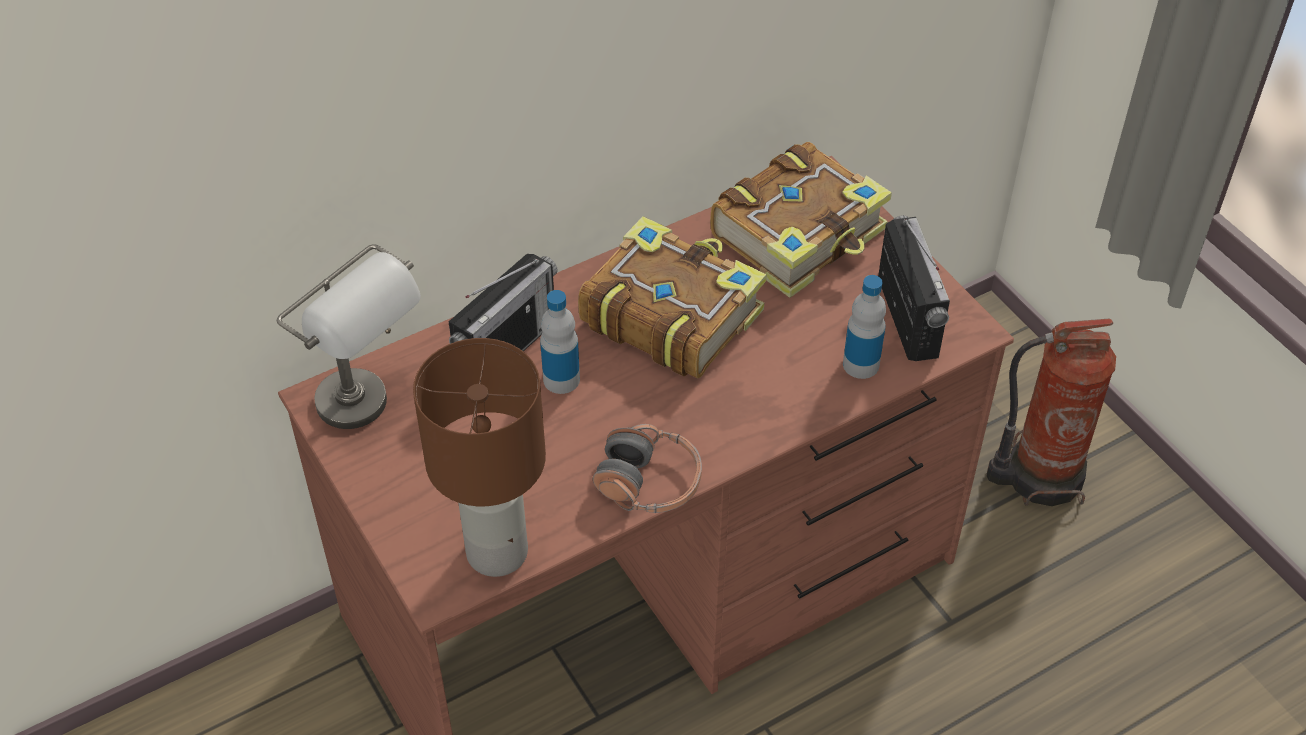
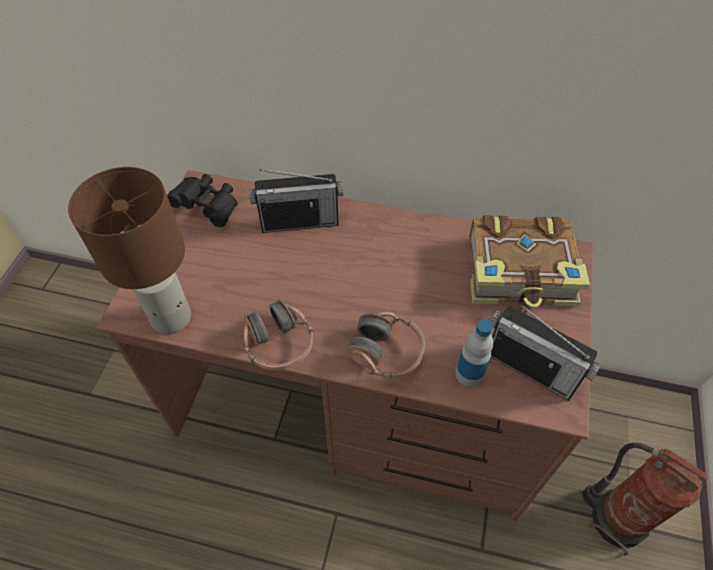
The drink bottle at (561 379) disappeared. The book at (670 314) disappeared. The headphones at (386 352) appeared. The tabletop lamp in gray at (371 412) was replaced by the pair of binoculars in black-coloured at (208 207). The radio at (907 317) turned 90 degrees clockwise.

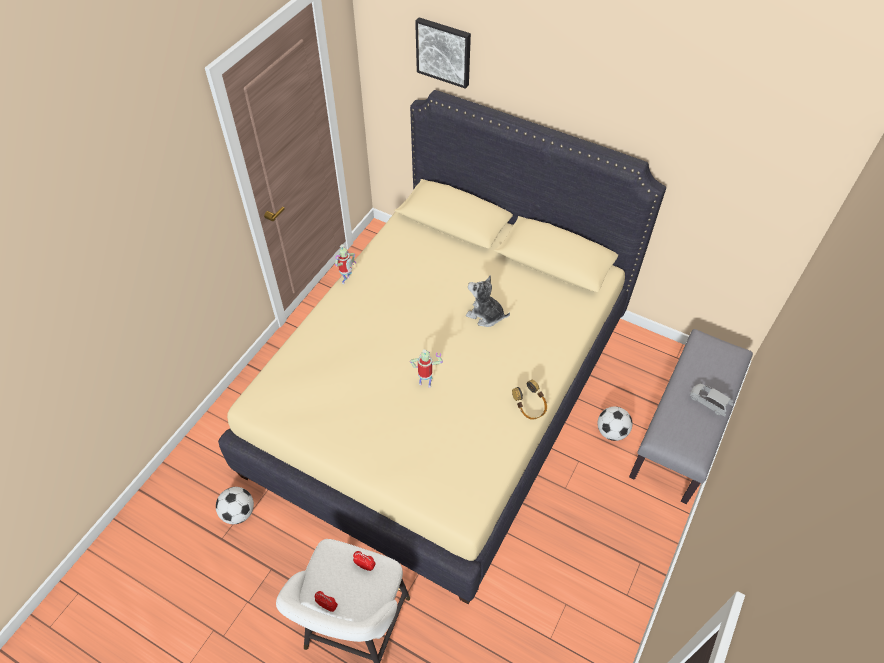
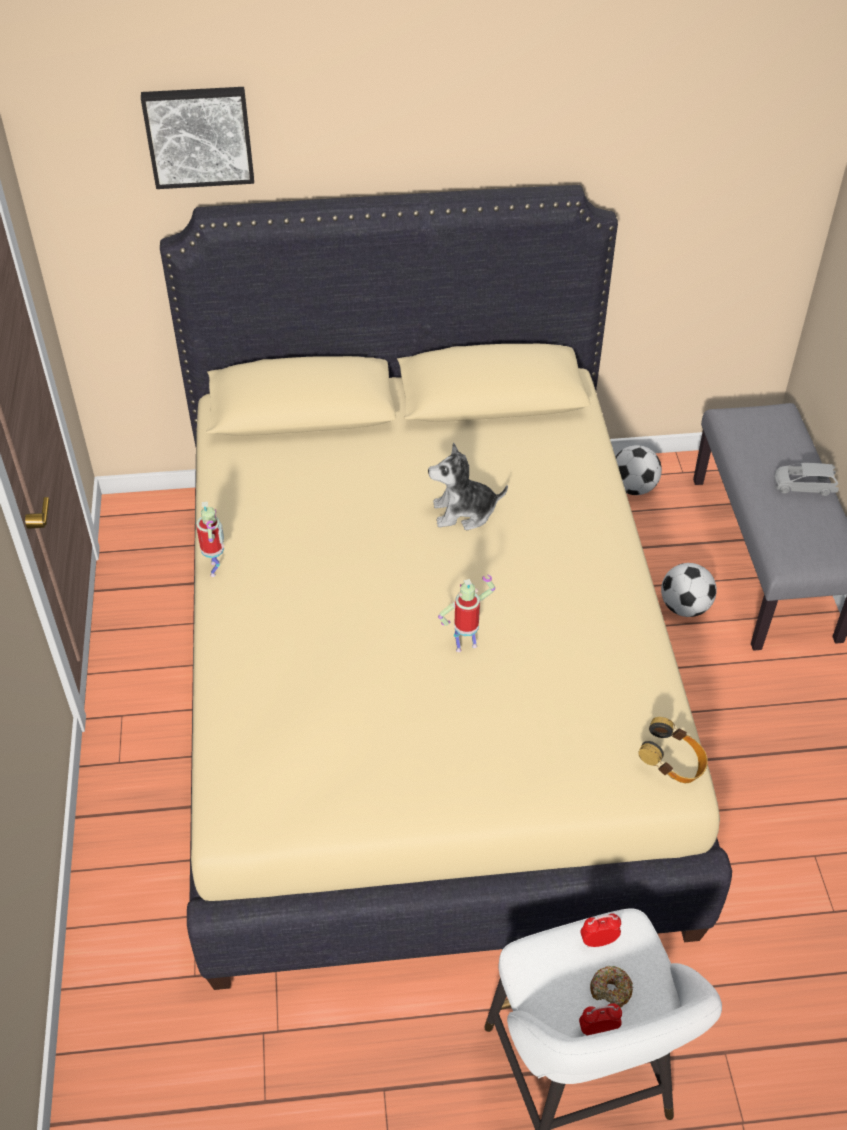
The doughnut at (611 990) appeared. The football moved from (238 513) to (633 488). The headphones moved from (530 407) to (672 764).

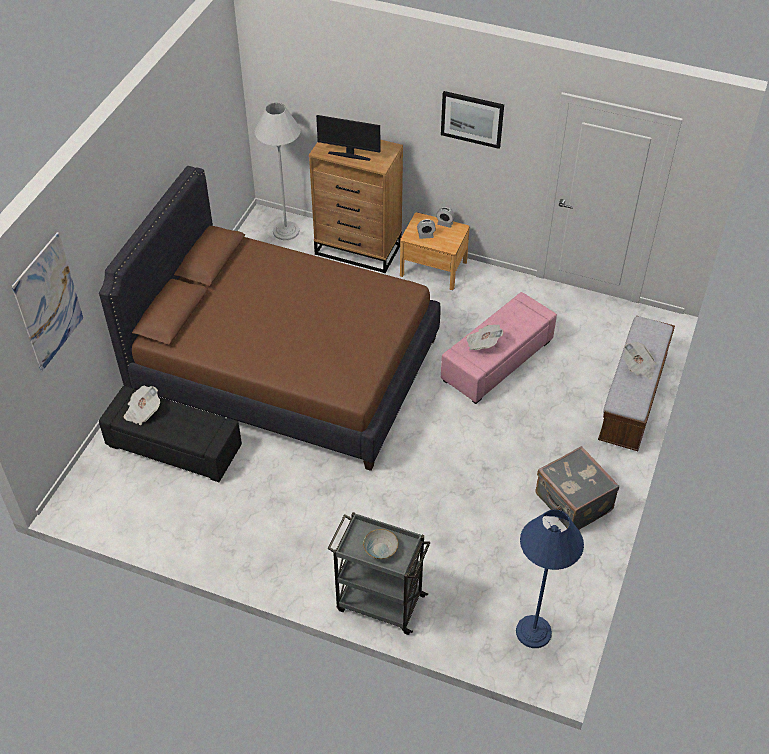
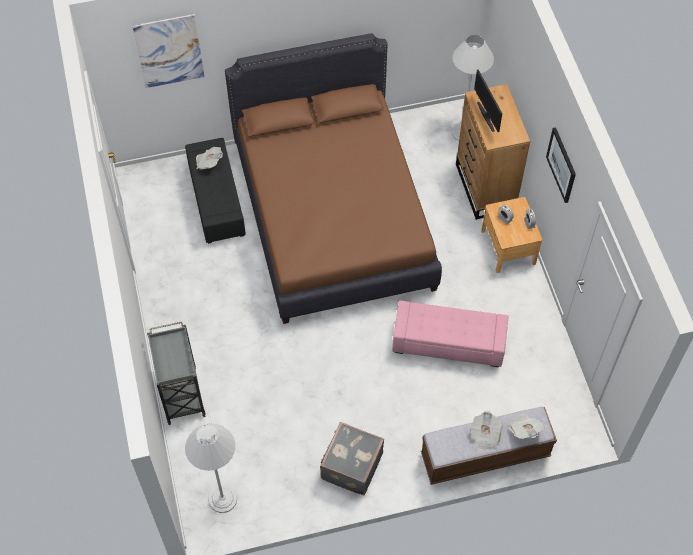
The bowl at (380 549) disappeared. The daily paper moved from (483 343) to (525 429). The standard lamp in bluish at (533 632) became the standard lamp in whitish at (222 499).

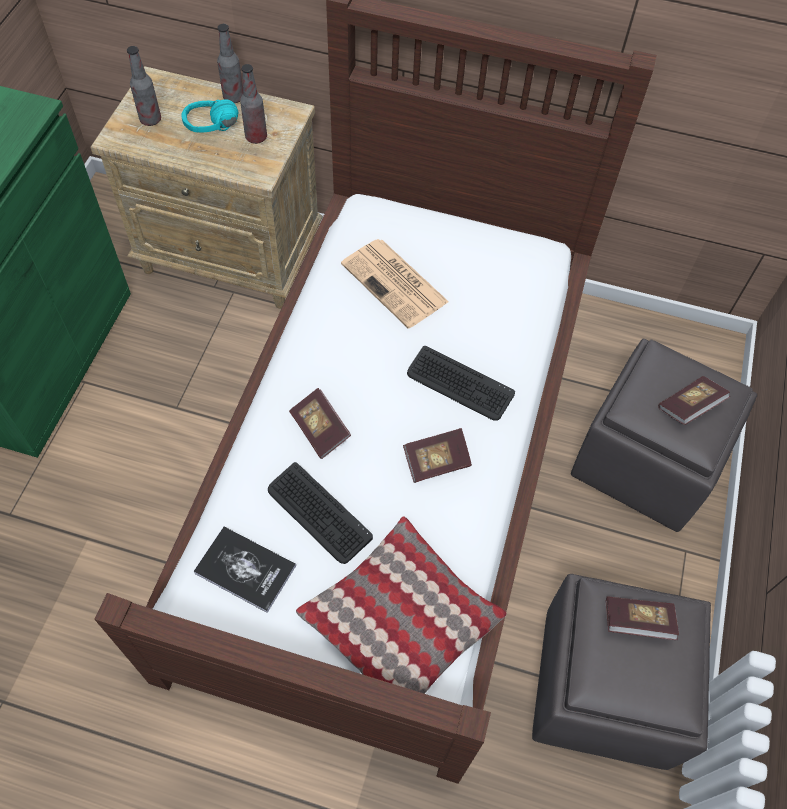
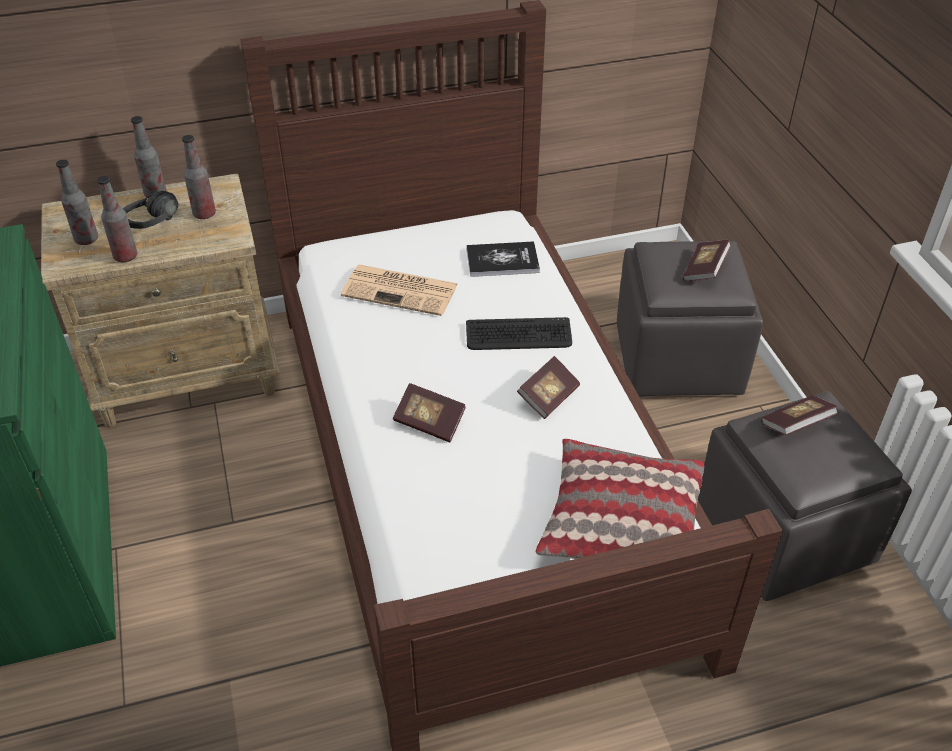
The keyboard at (318 513) disappeared. The drink bottle at (125 256) appeared. The book moved from (245 569) to (502 260). The headphones in turquoise-coloured at (213 130) became the headphones in black-coloured at (157 224).

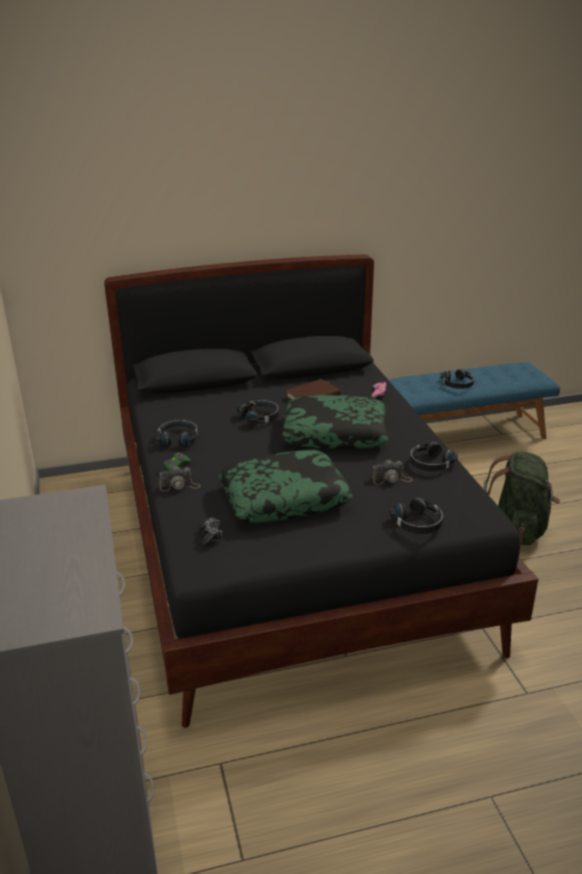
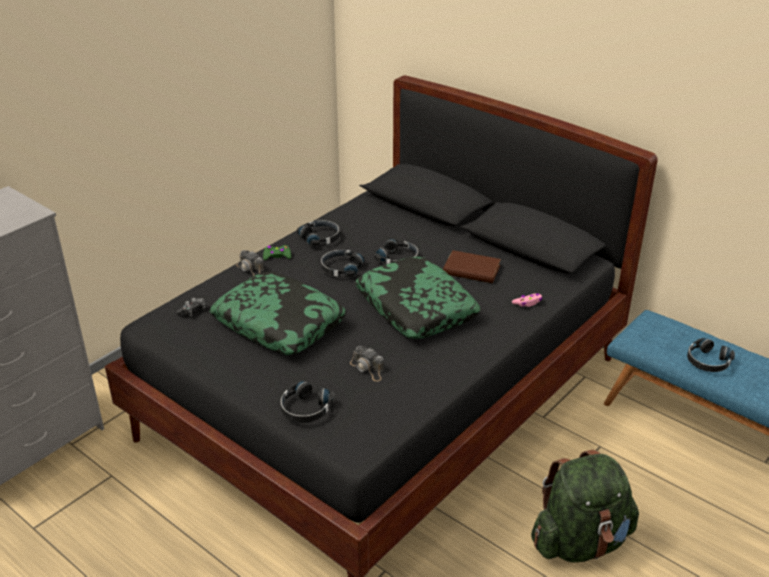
The headphones in black-coloured moved from (430 463) to (341 268).

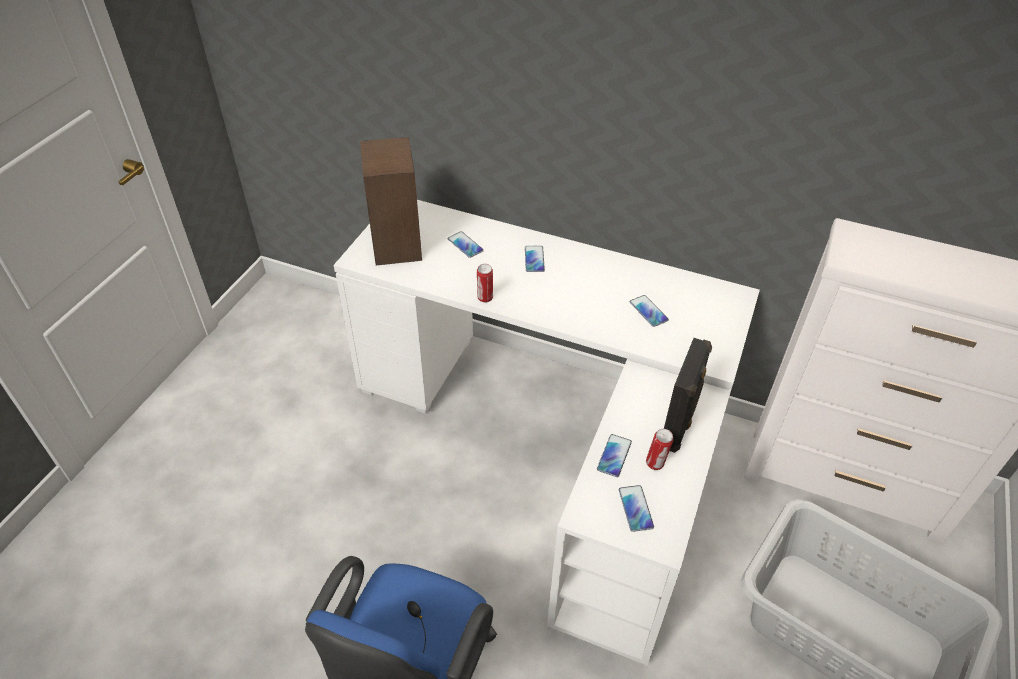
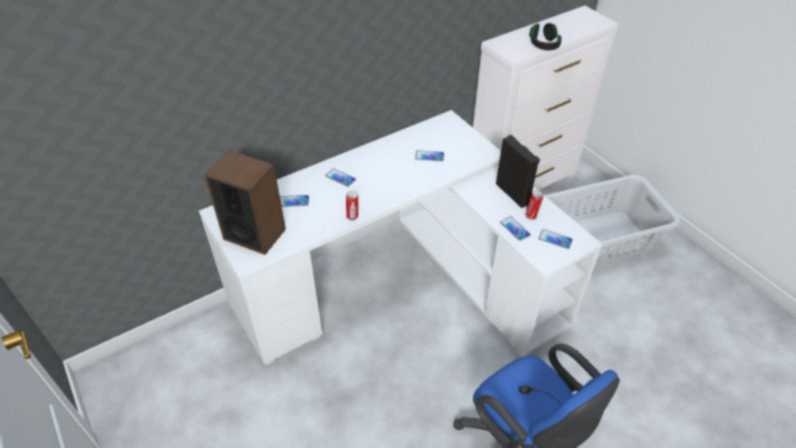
The headphones in black-coloured at (543 45) appeared.

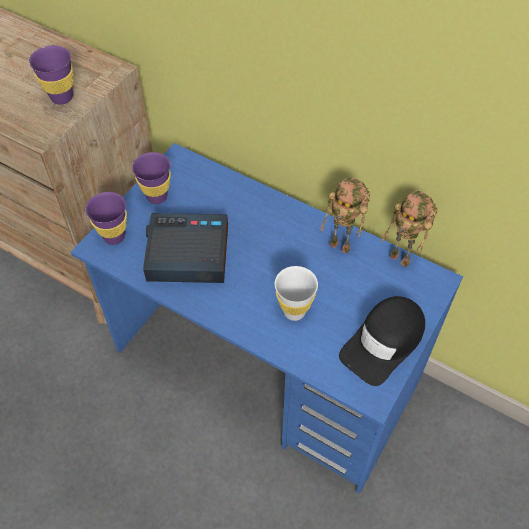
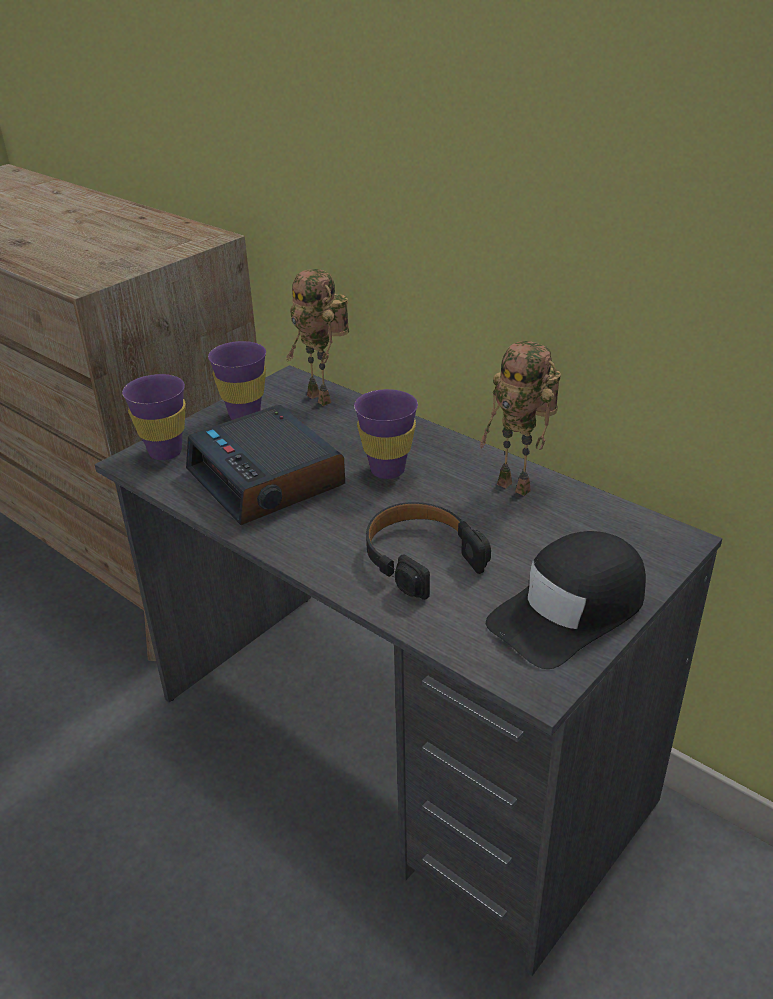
The small cup in purplish moved from (62 97) to (387 470). The model robot moved from (402 259) to (323 398). The small cup in whitish at (294 311) was replaced by the headphones in black-coloured at (421 557). The desk unit in bluish at (265 367) became the desk unit in gray at (396 749). The alarm clock at (187 254) turned 135 degrees counterclockwise.

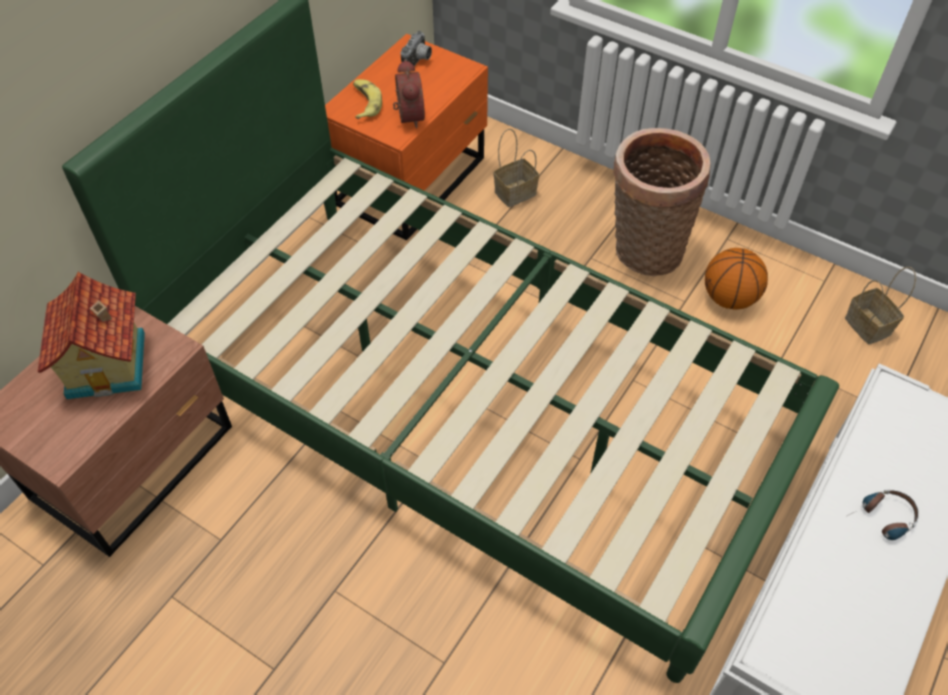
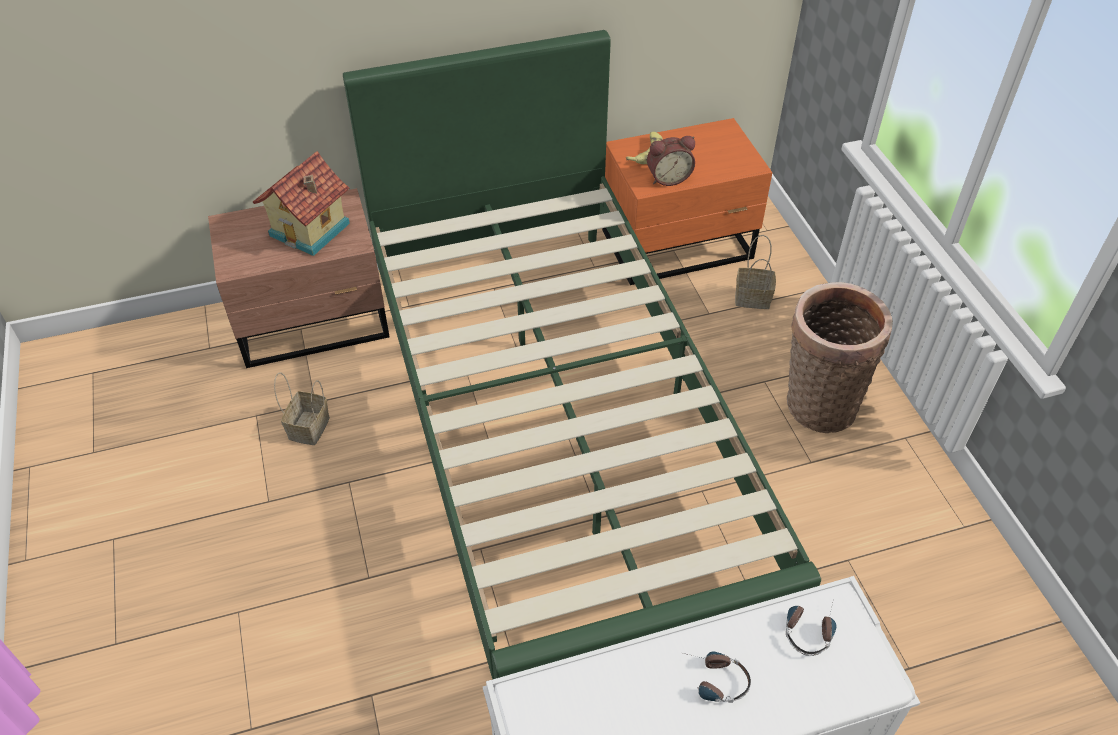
The still camera at (418 62) disappeared. The basketball ball at (729 298) disappeared. The headphones at (809 627) appeared. The storage basket moved from (869 326) to (309 429). The alarm clock at (407 116) turned 45 degrees clockwise.

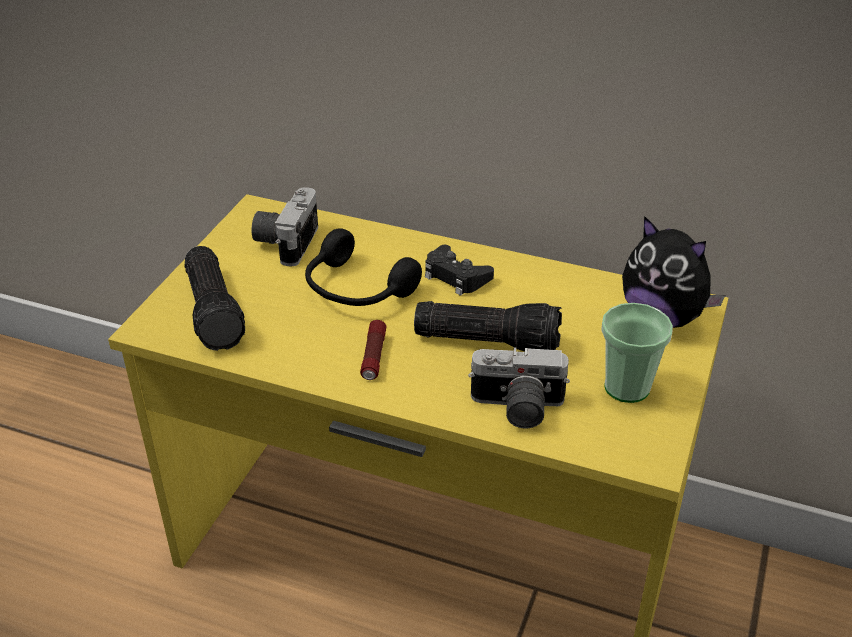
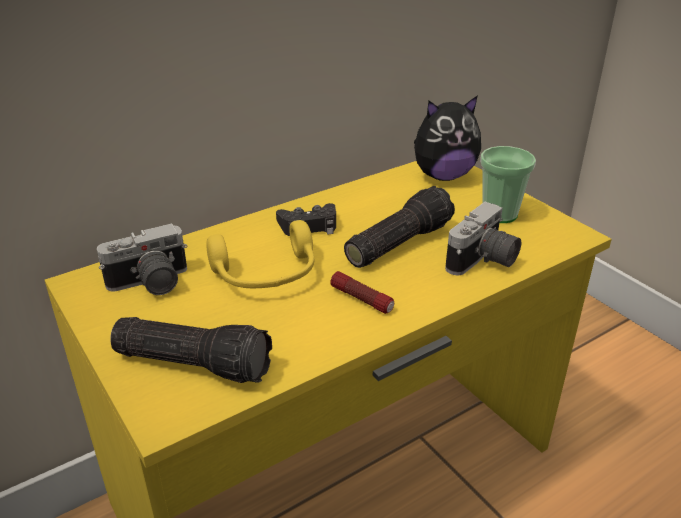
The headphones in black-coloured at (355 290) became the headphones in yellow-coloured at (266 275). The still camera at (285 241) turned 75 degrees counterclockwise.

